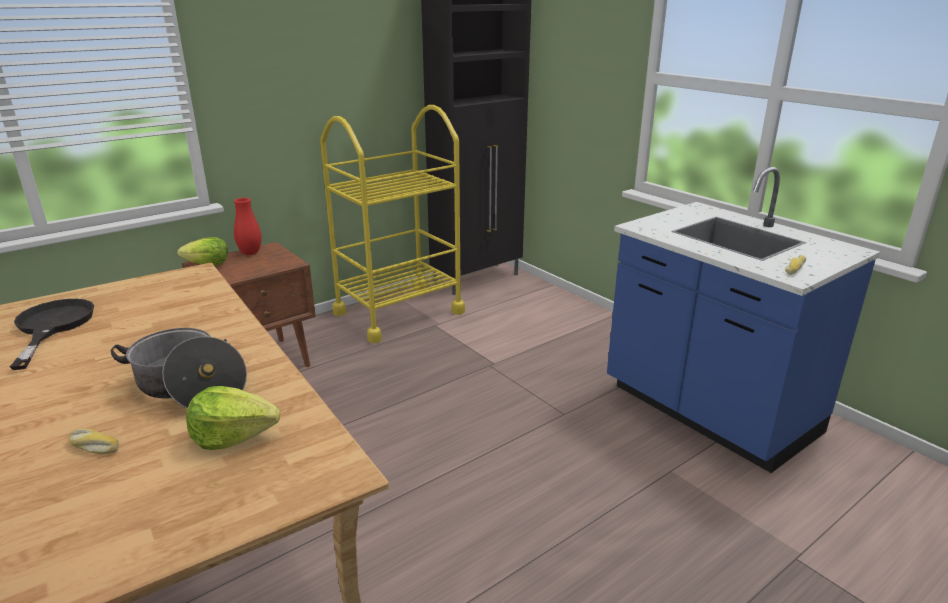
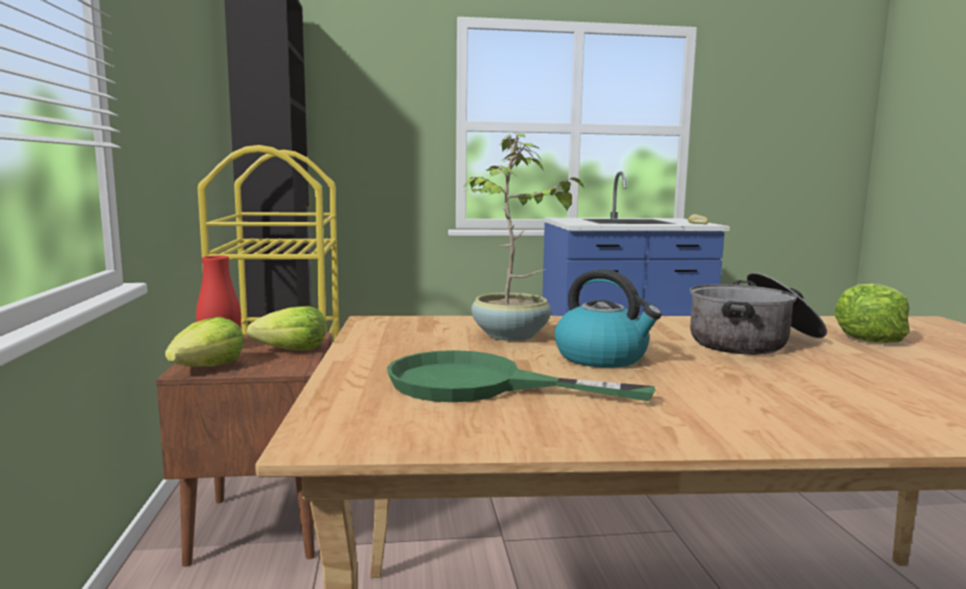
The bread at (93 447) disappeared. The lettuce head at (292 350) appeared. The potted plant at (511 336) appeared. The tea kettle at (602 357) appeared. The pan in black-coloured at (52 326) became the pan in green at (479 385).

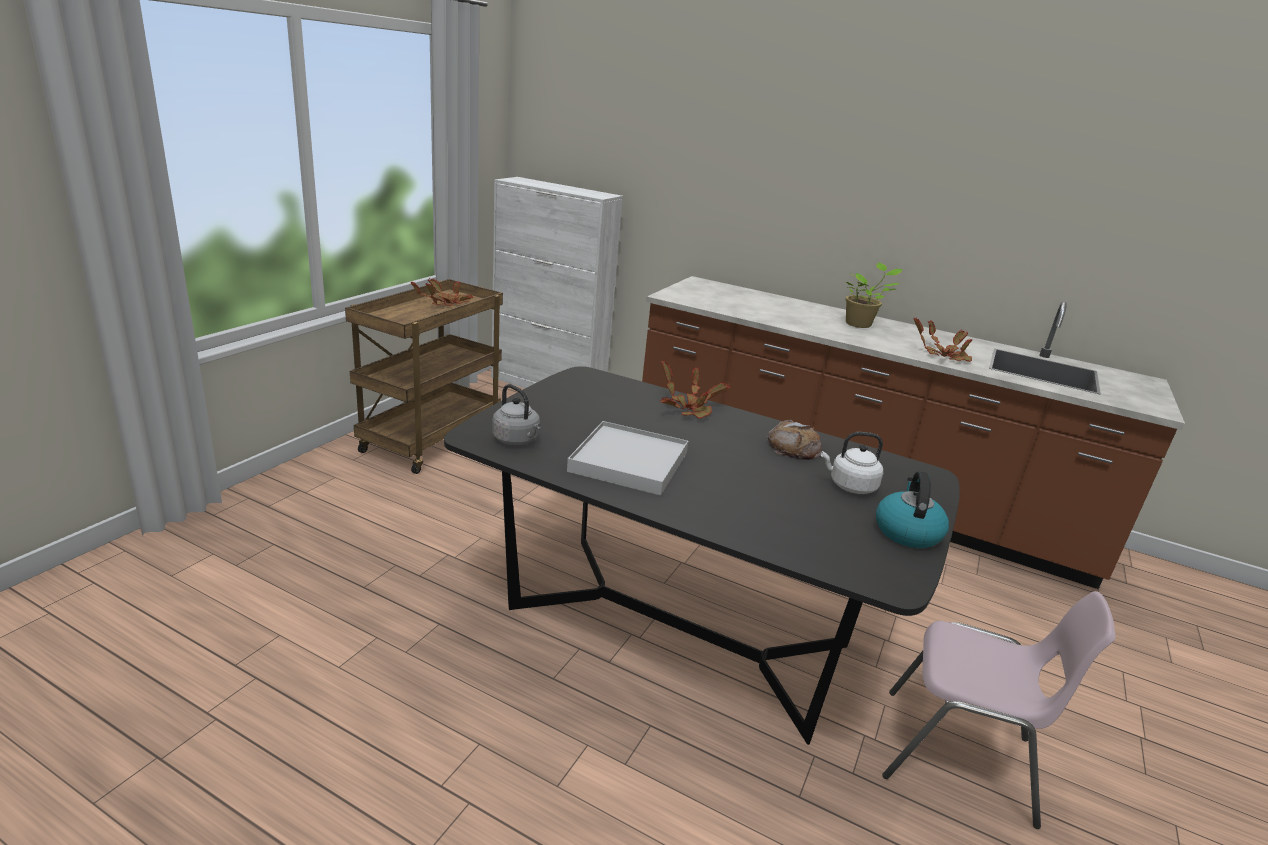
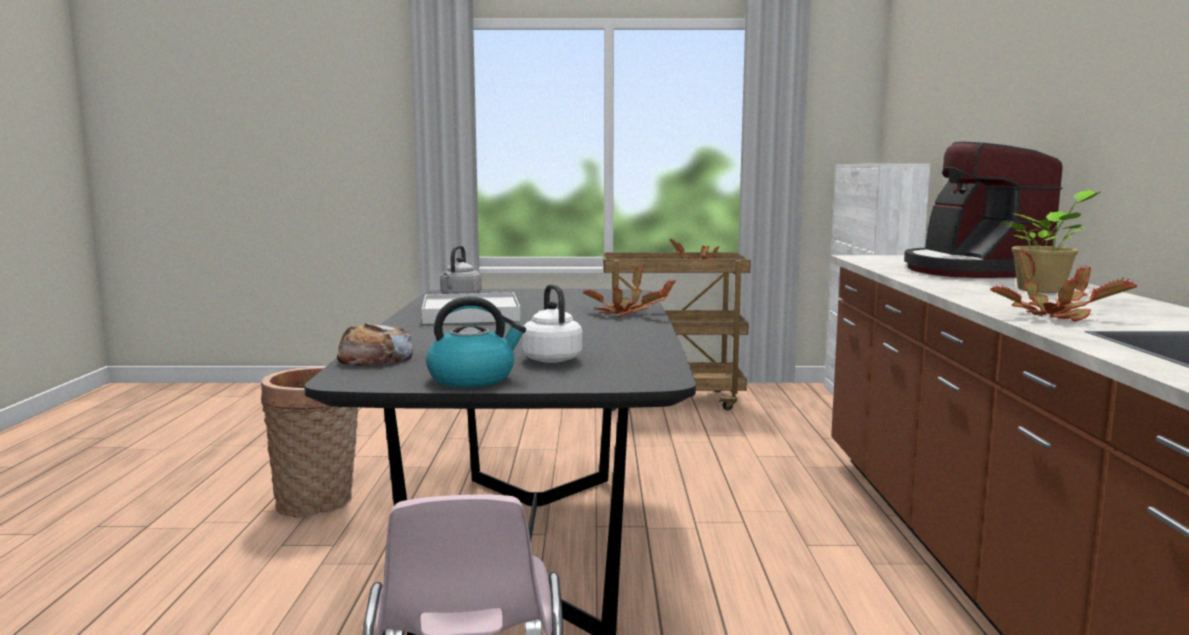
The storage basket at (319 503) appeared. The coffee brewer at (972 271) appeared. The bread moved from (793 447) to (375 358).

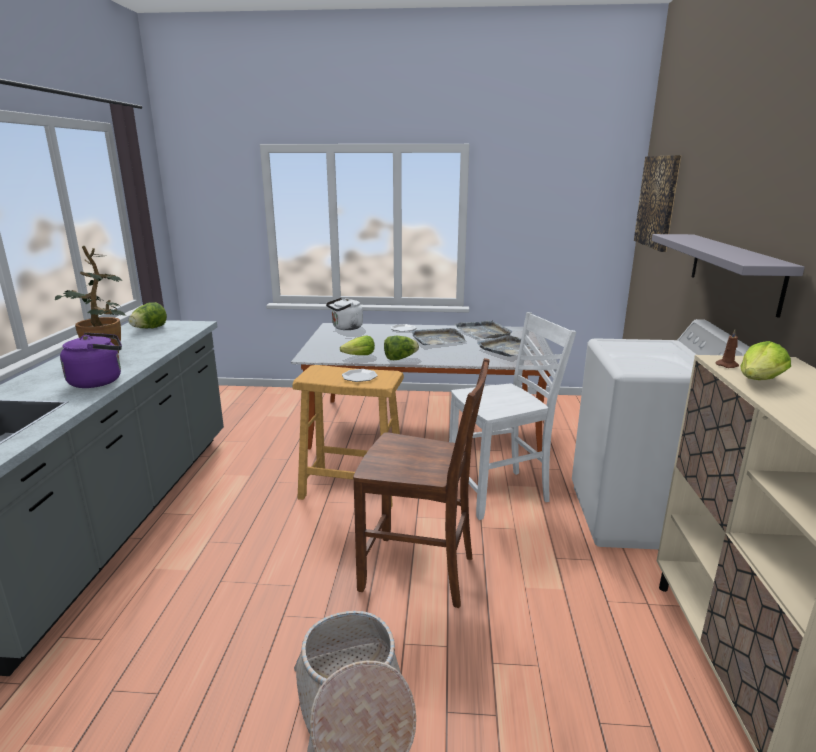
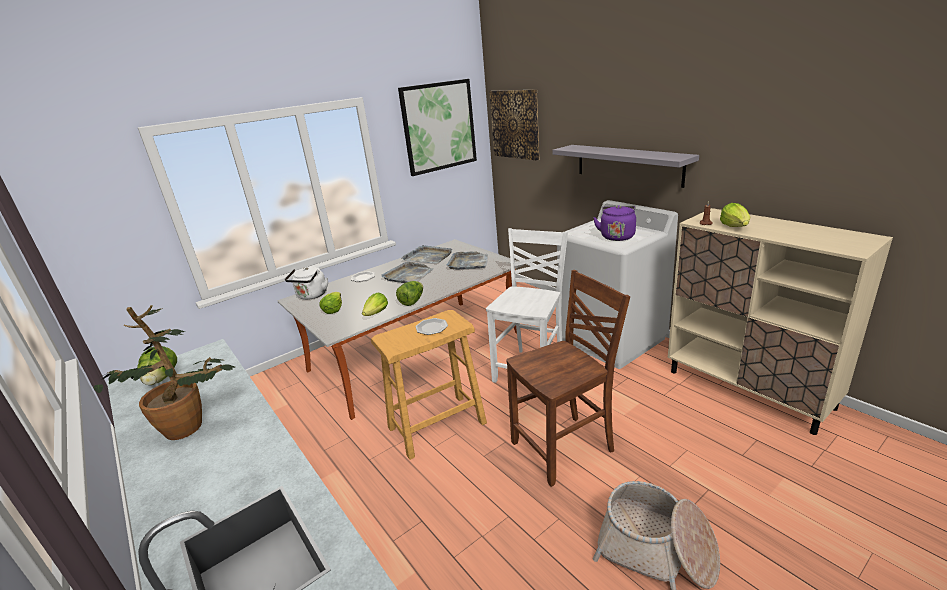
The lettuce head at (333 309) appeared. The wall art at (439 127) appeared. The tea kettle in purplish moved from (99 381) to (617 236).

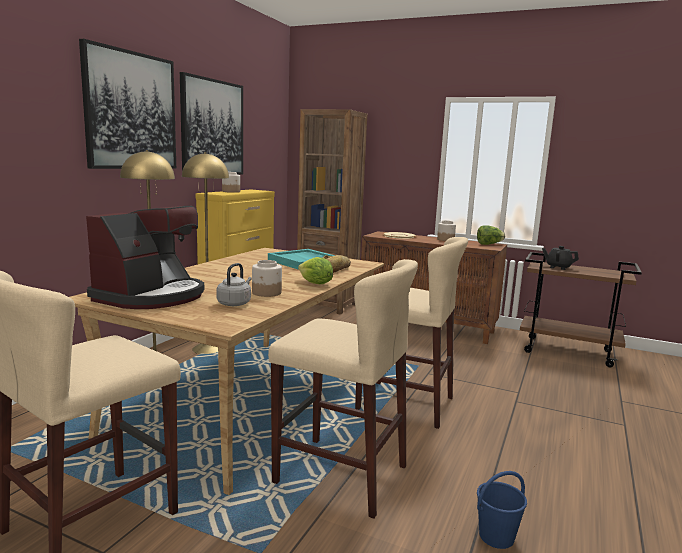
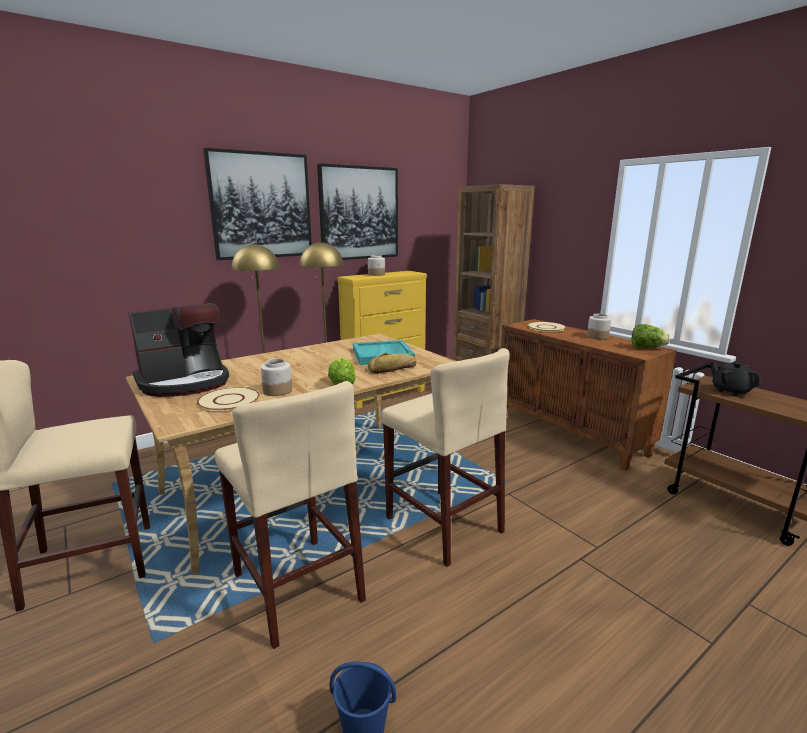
The tea kettle in gray at (235 303) was replaced by the flat dish in beige at (229 400).

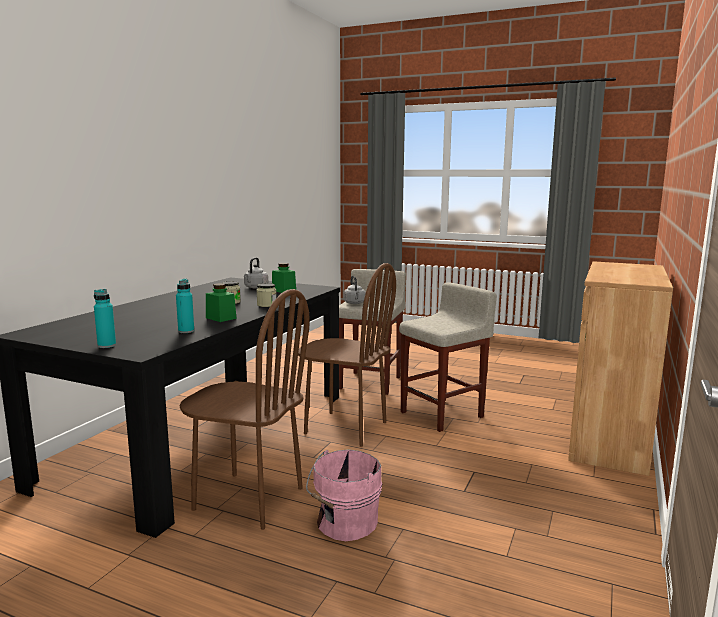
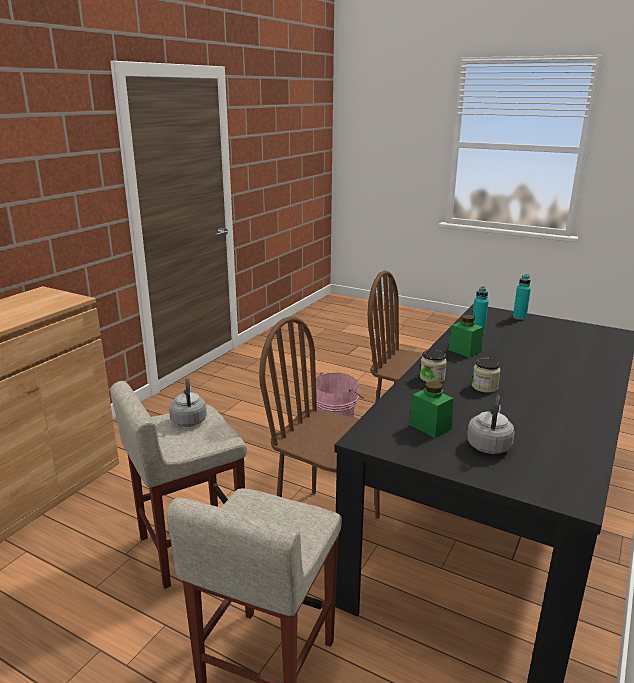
The tea kettle in gray moved from (355 303) to (189 420).

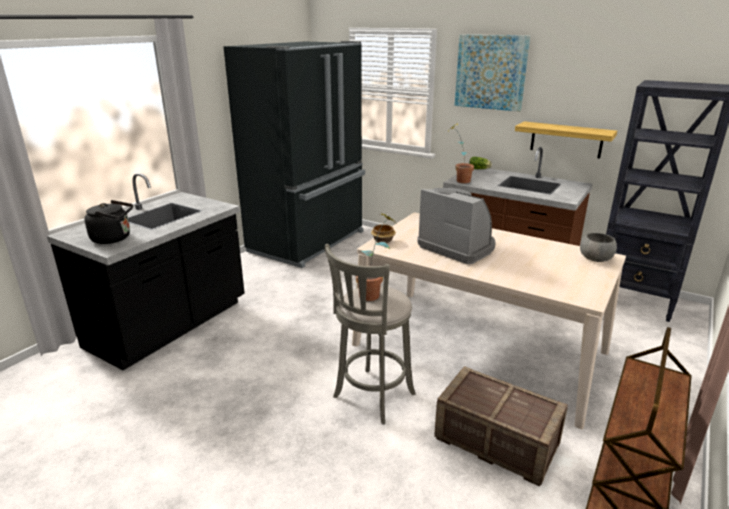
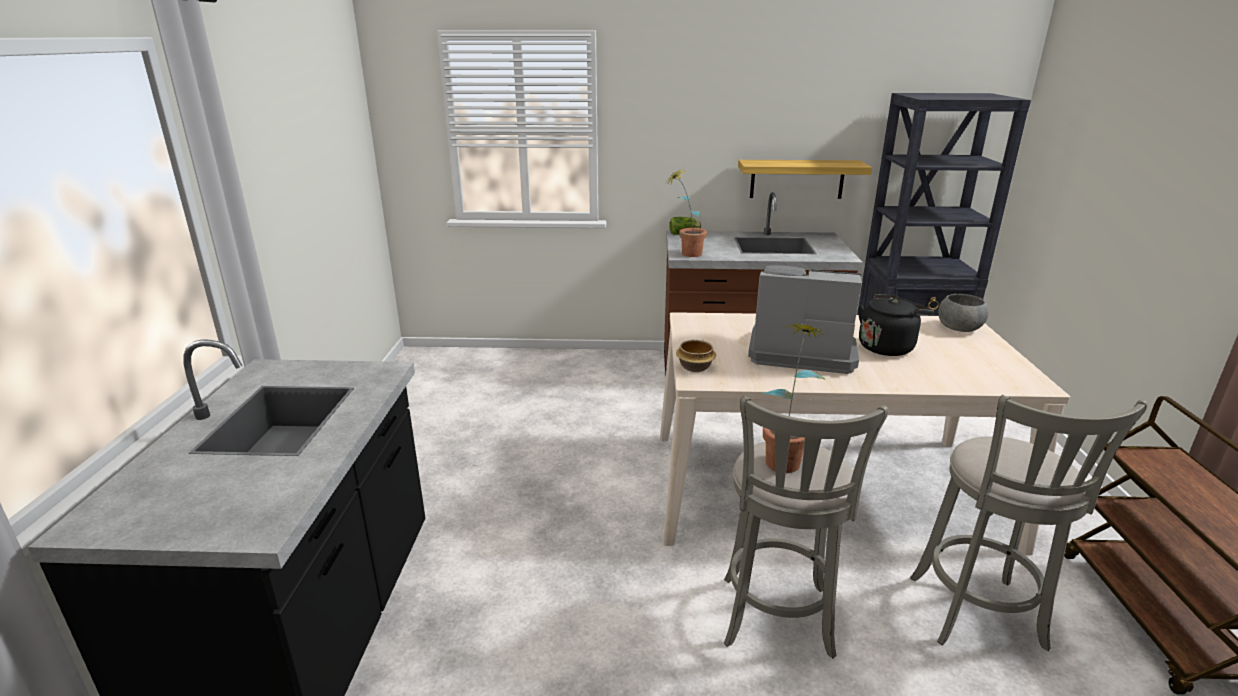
The refrigerator in black-coloured at (309 242) disappeared. The wall art at (491 72) disappeared. The tea kettle in black-coloured moved from (114 238) to (887 347). The crate at (495 442) was replaced by the stool in gray at (978 617).

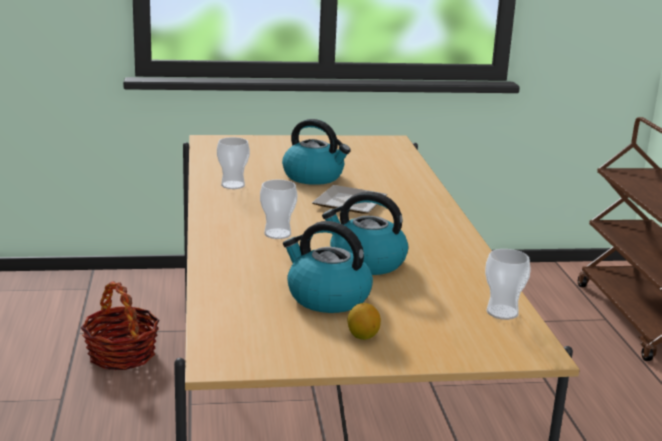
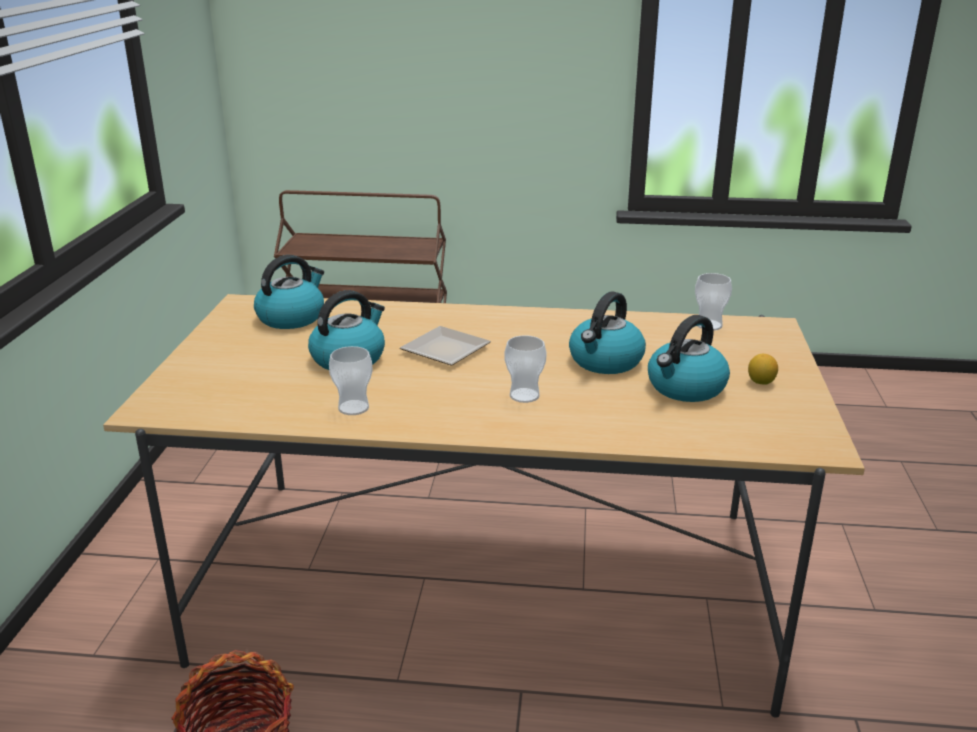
The tea kettle at (291 317) appeared.

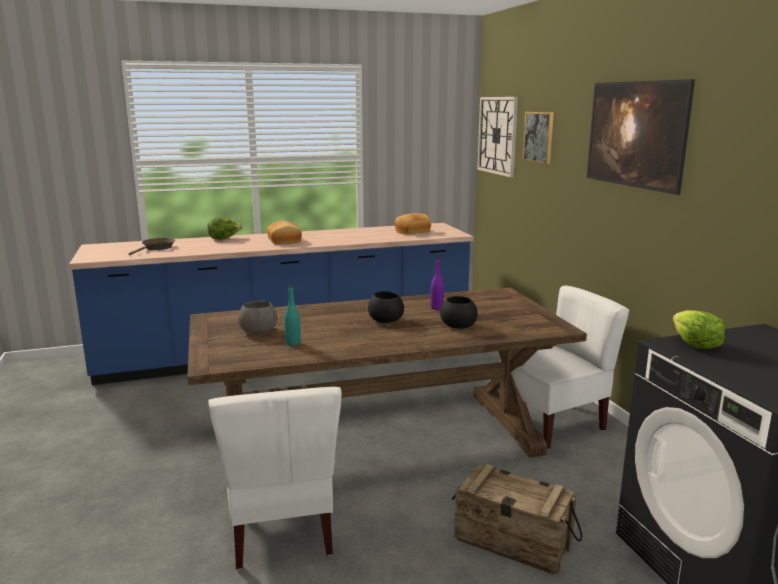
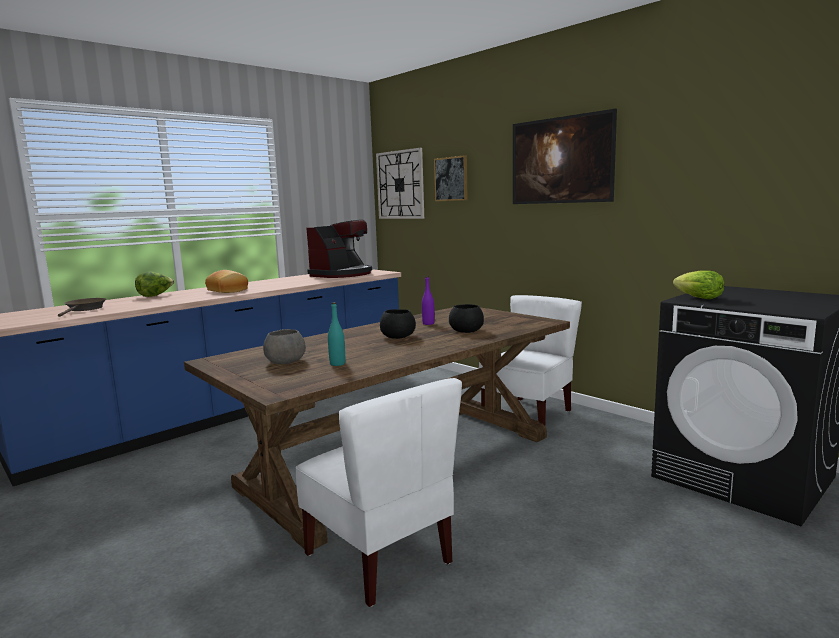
The crate at (513 541) disappeared. The bread at (412 231) was replaced by the coffee brewer at (342 274).

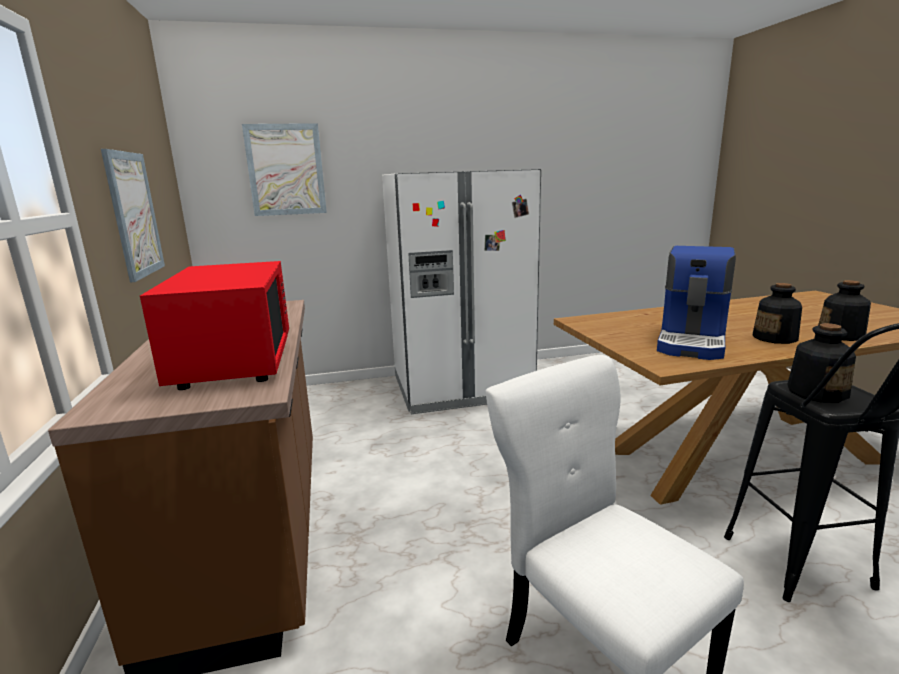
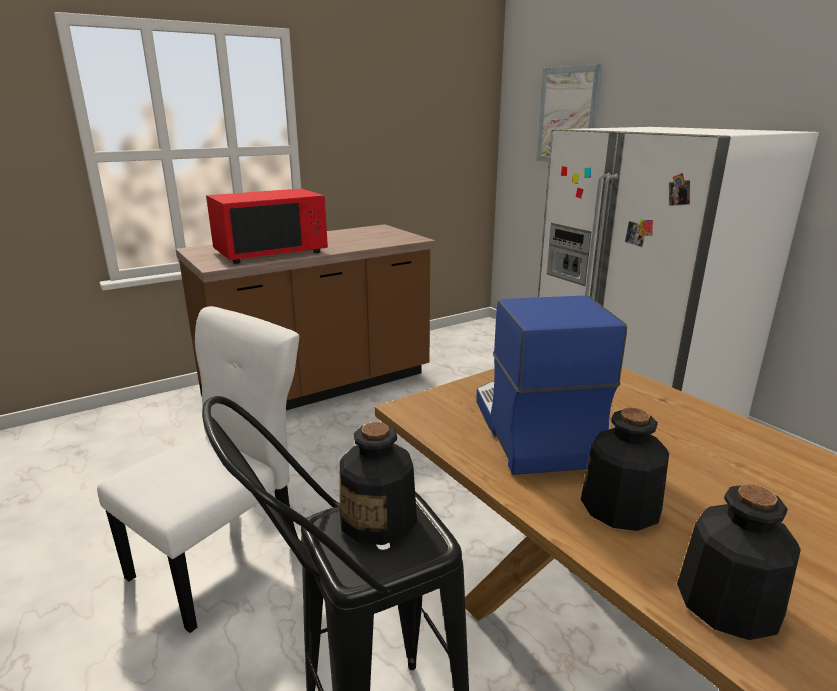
The wall art at (134 214) disappeared. The coffee brewer at (693 341) turned 75 degrees clockwise.

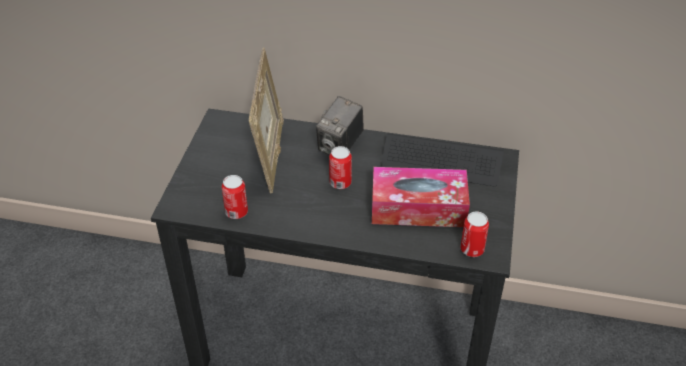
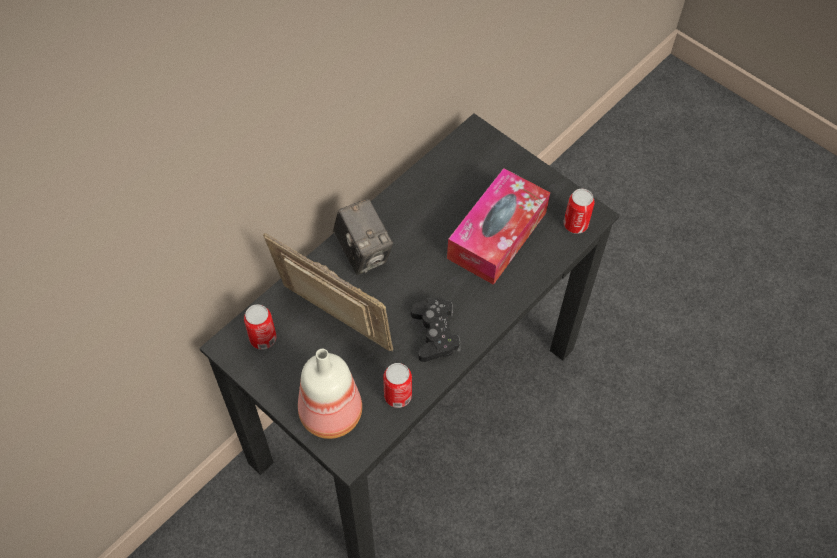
The keyboard at (441 162) disappeared. The drink bottle at (331 415) appeared. The gamepad in black-coloured at (435 333) appeared. The can moved from (340 183) to (263 338).

